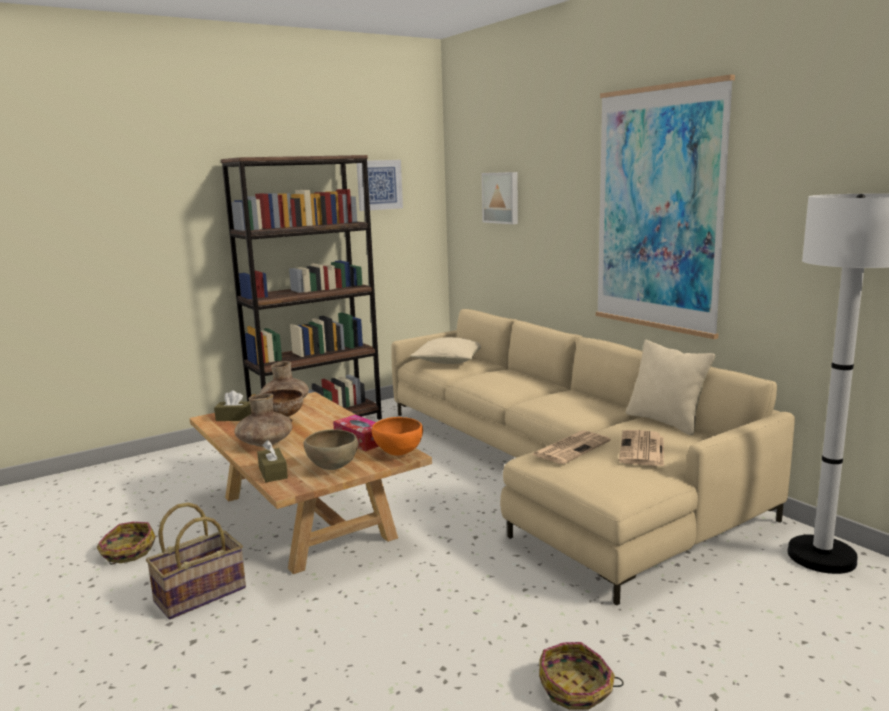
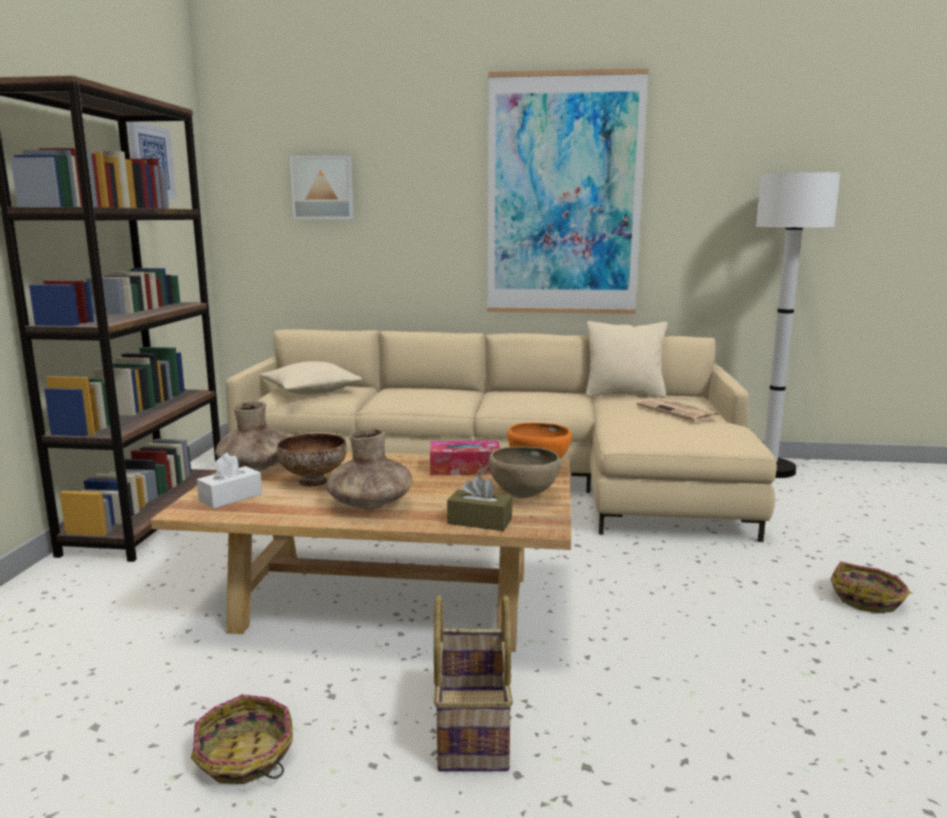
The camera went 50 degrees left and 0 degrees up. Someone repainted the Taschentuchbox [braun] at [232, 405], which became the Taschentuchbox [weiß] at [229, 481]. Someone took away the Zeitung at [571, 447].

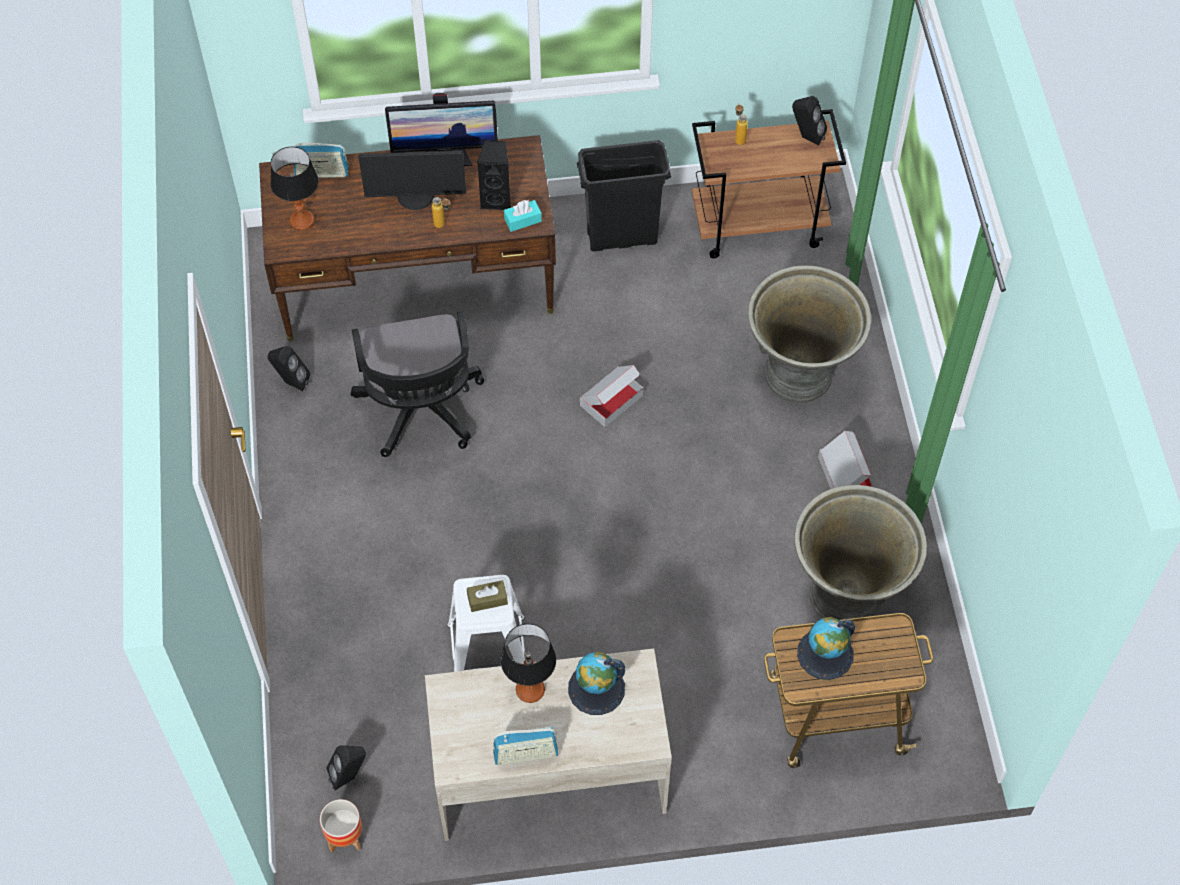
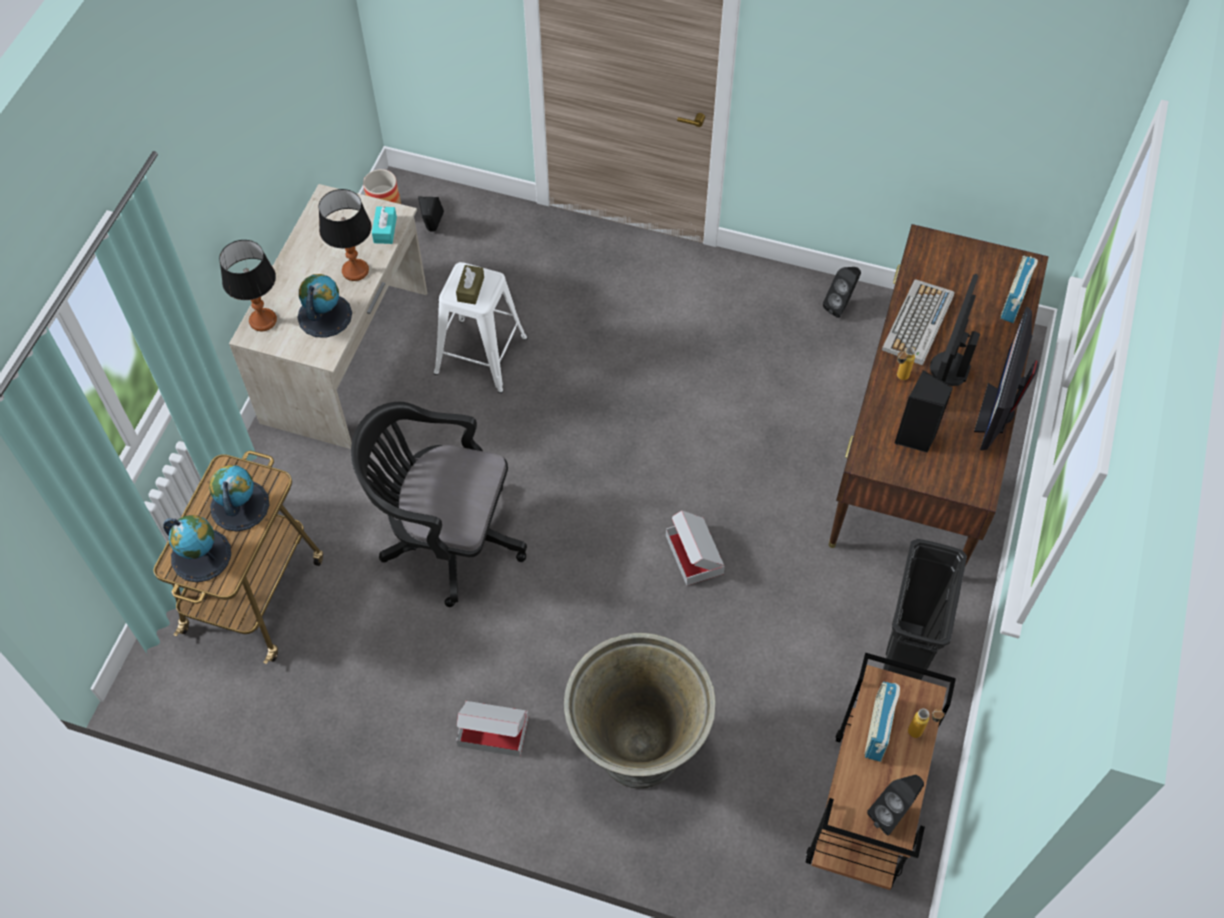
The camera went 115 degrees right and 0 degrees up. Someone carried the Tischlampe from [294, 189] to [248, 285]. Someone carried the Taschentuchbox [türkis] from [523, 216] to [384, 225]. Someone carried the Bürostuhl [schwarz] from [417, 384] to [439, 504]. Someone took away the Pflanzkübel [grau] at [860, 552]. Someone carried the Radio from [525, 746] to [882, 721]. Someone put down the Tastatur at [918, 322]. Someone put down the Globus at [197, 548].

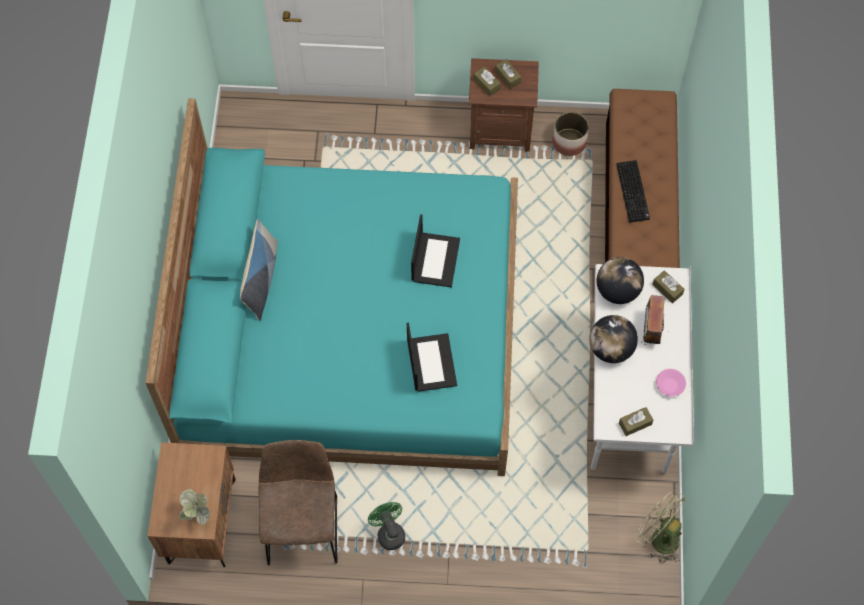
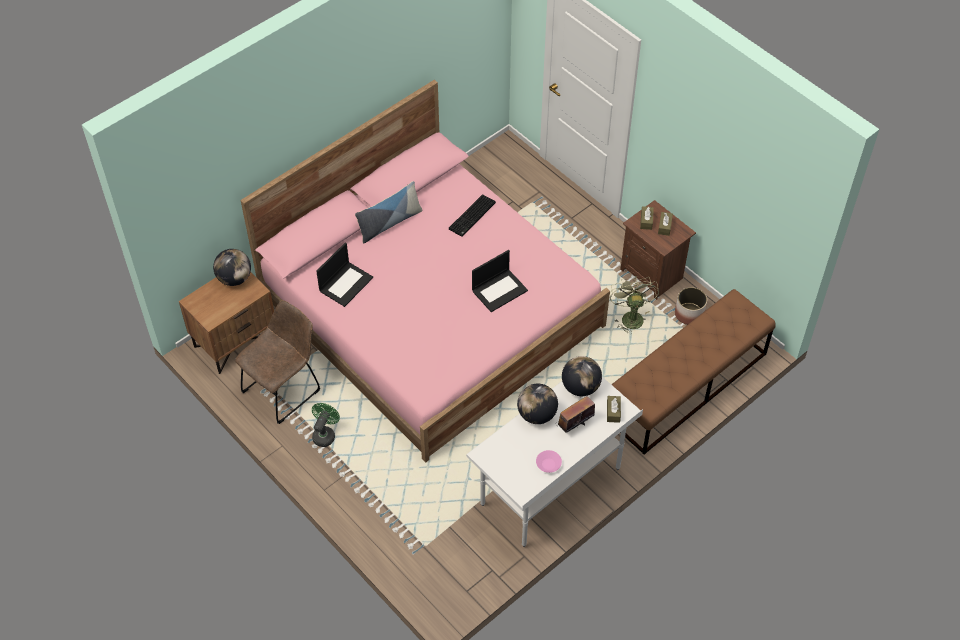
The camera went 45 degrees right and 10 degrees down. Someone repainted the Bett [türkis] at [331, 287], which became the Bett [rosa] at [425, 271]. Someone carried the Tastatur from [633, 191] to [472, 215]. Someone carried the Laptop from [432, 357] to [344, 274]. Someone took away the Taschentuchbox [braun] at [636, 421]. Someone took away the Topfpflanze at [194, 507]. Someone carried the Ventilator [grün] from [660, 526] to [634, 305]. Someone put down the Globus at [232, 267].

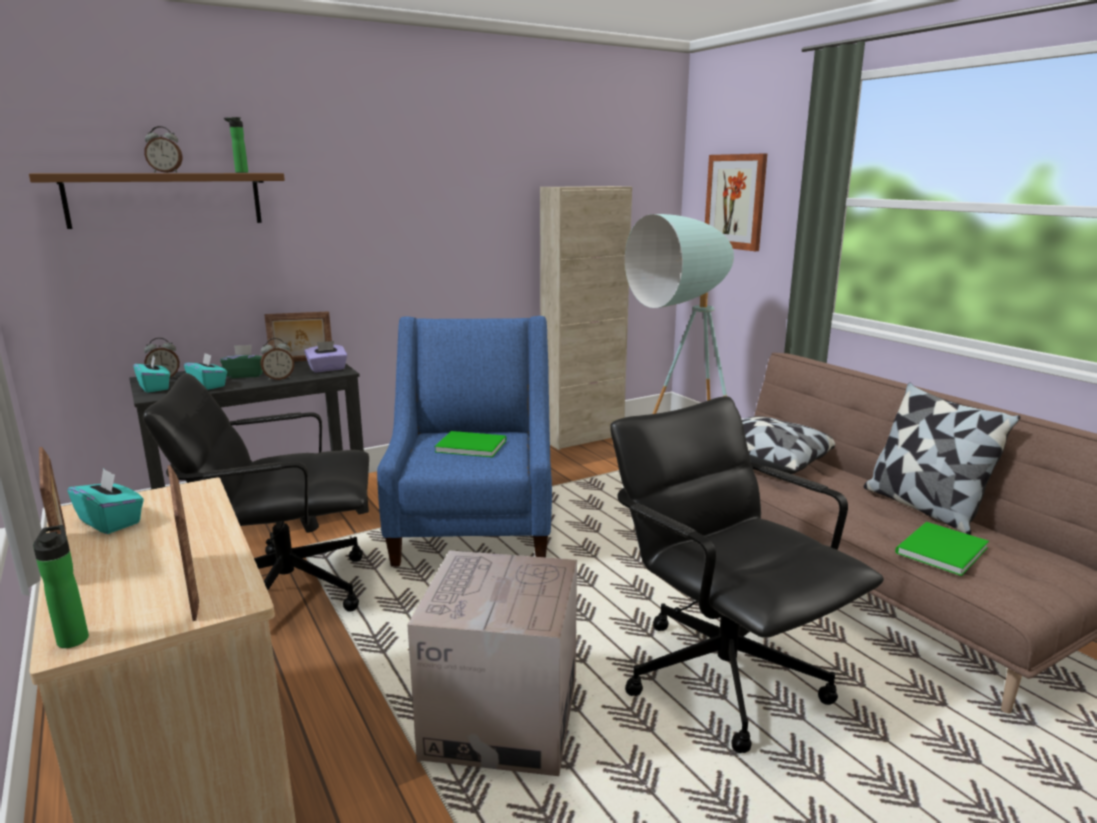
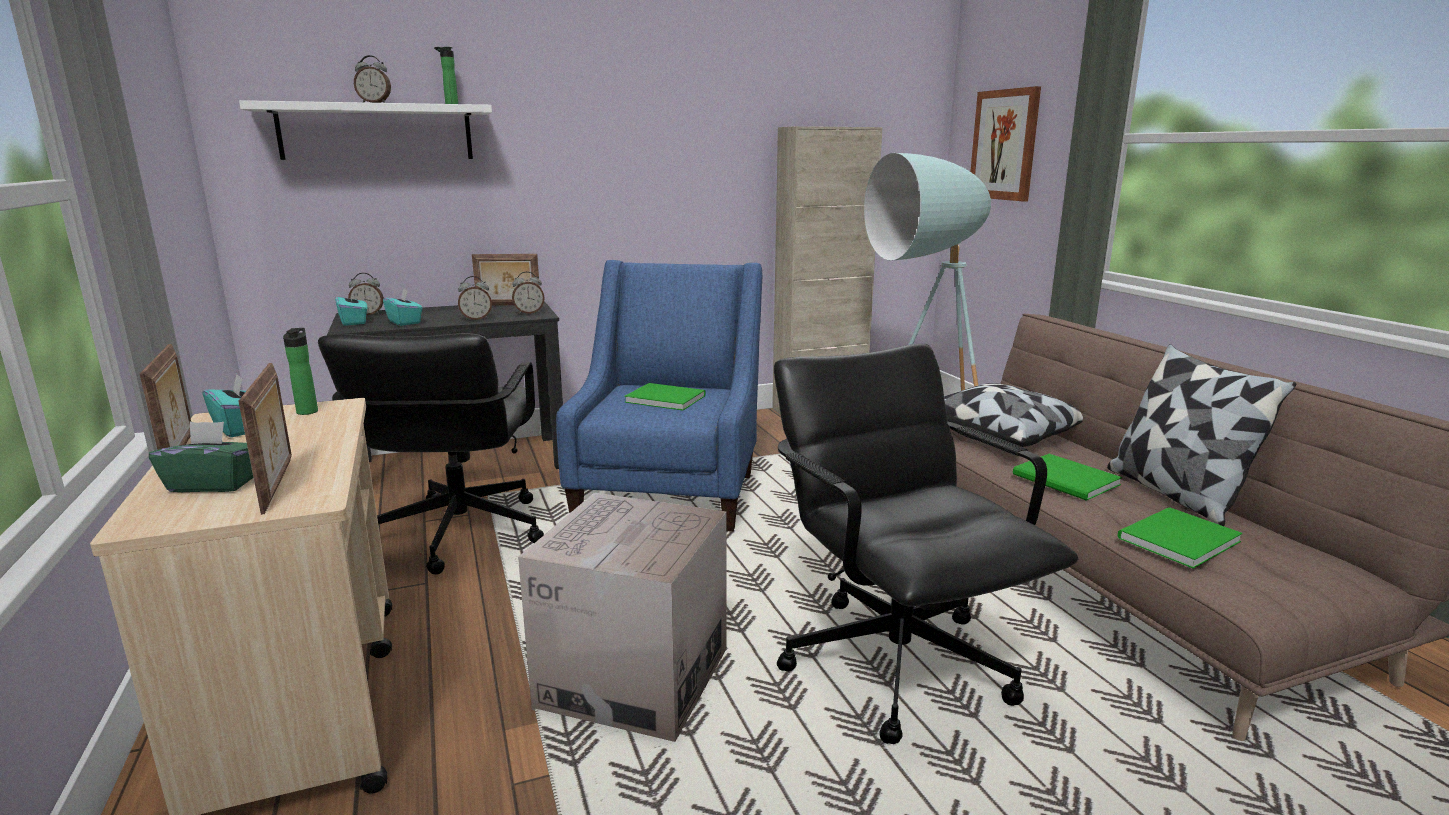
The camera went 10 degrees right and 0 degrees up. Someone repainted the Wandregal [braun] at [157, 201], which became the Wandregal [weiß] at [365, 130]. Someone swapped the Taschentuchbox [lila] at [325, 357] for the Wecker at [528, 293]. Someone carried the Taschentuchbox [grün] from [241, 361] to [201, 457]. Someone rotated the Bürostuhl [schwarz] at [256, 492] by 90 degrees counterclockwise. Someone carried the Flasche from [61, 586] to [300, 371]. Someone put down the Buch [grün] at [1067, 477].

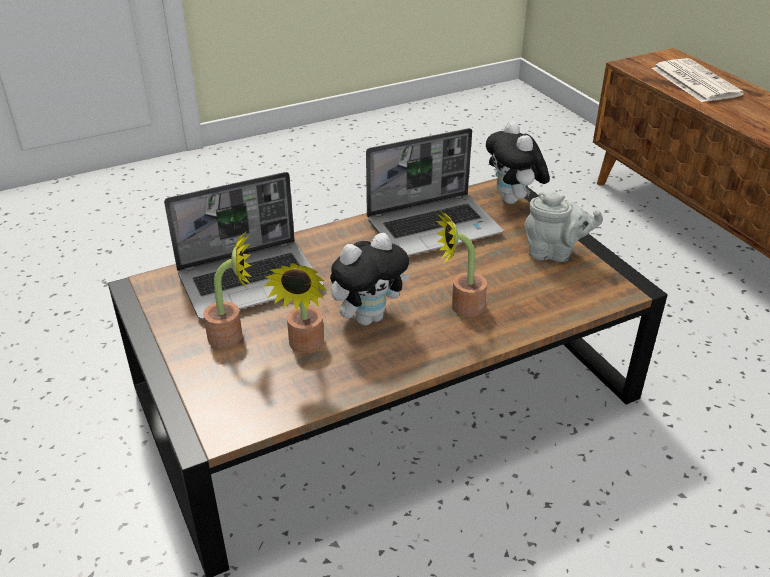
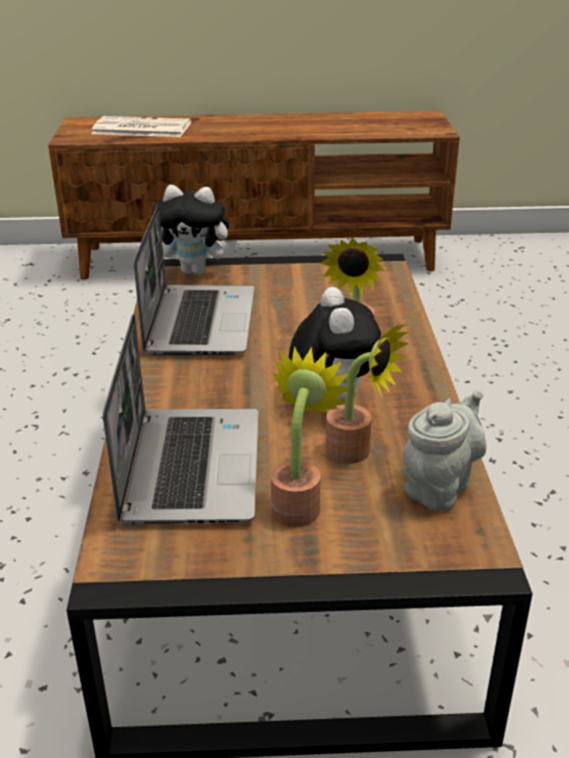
The camera went 65 degrees left and 5 degrees down. Someone carried the Teekanne [grau] from [564, 227] to [444, 450].

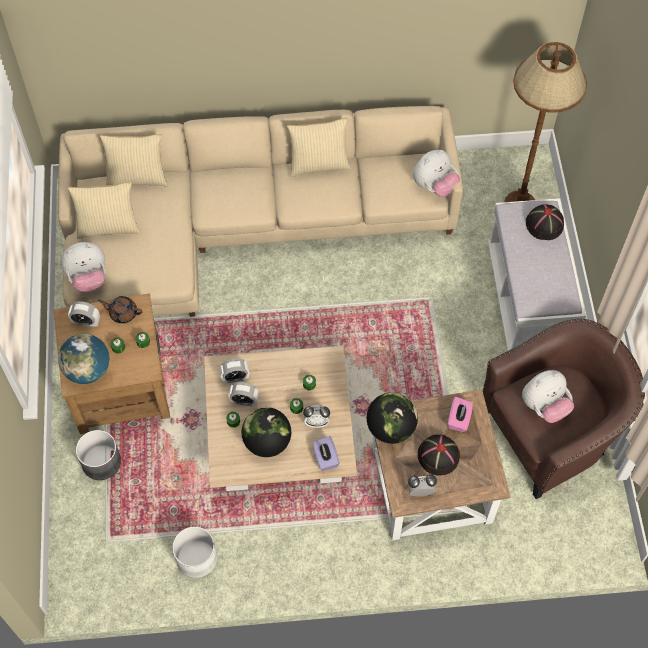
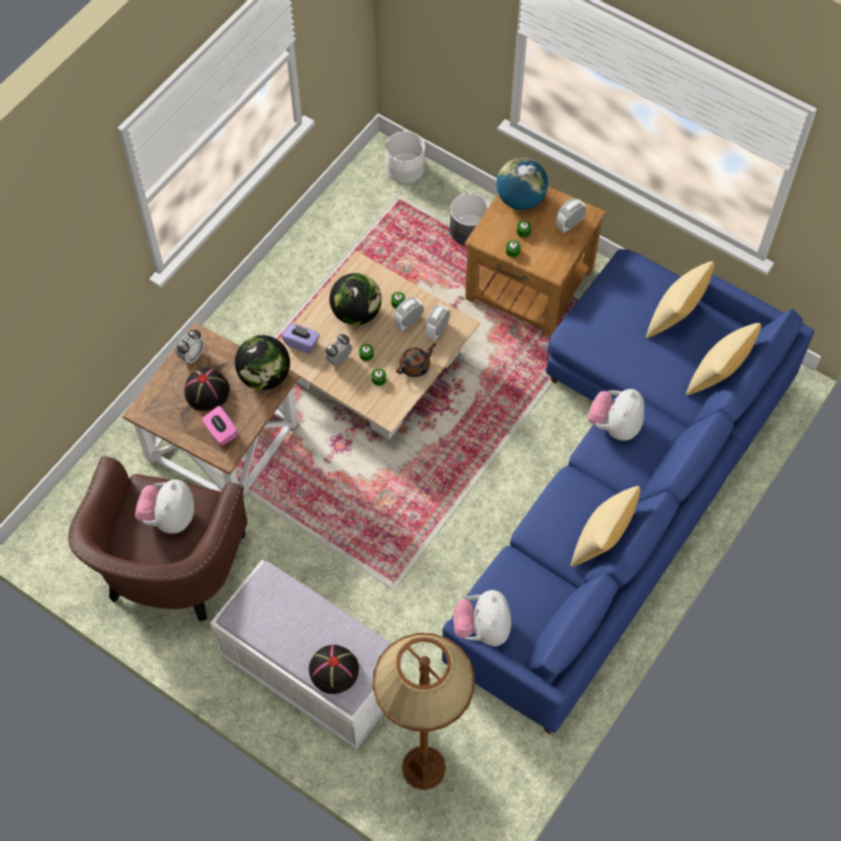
The camera went 130 degrees right and 0 degrees up. Someone repainted the Sofa [beige] at [260, 211], which became the Sofa [blau] at [628, 491]. Someone carried the Plüschtier from [82, 267] to [616, 415]. Someone carried the Teekanne [braun] from [120, 309] to [416, 360]. Someone carried the Pflanzkübel [weiß] from [194, 552] to [405, 157].

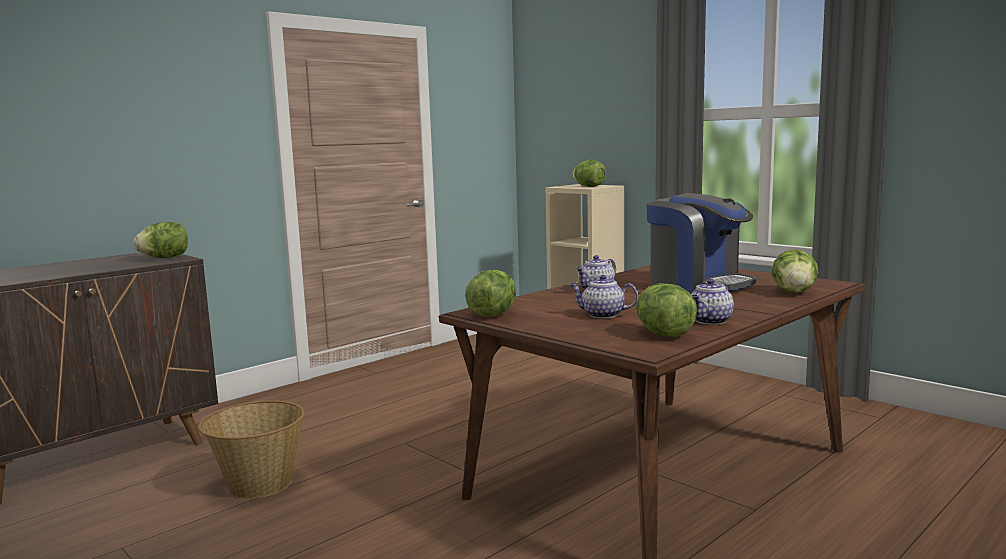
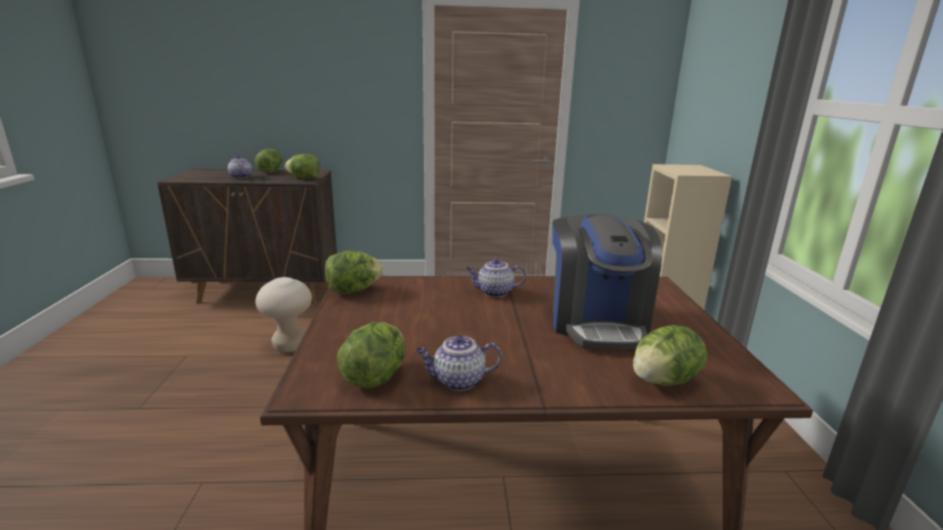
The camera went 40 degrees right and 10 degrees up. Someone carried the Salatkopf from [589, 173] to [268, 161]. Someone carried the Teekanne from [604, 296] to [240, 167]. Someone swapped the Korb at [251, 449] for the Hocker [beige] at [283, 315].

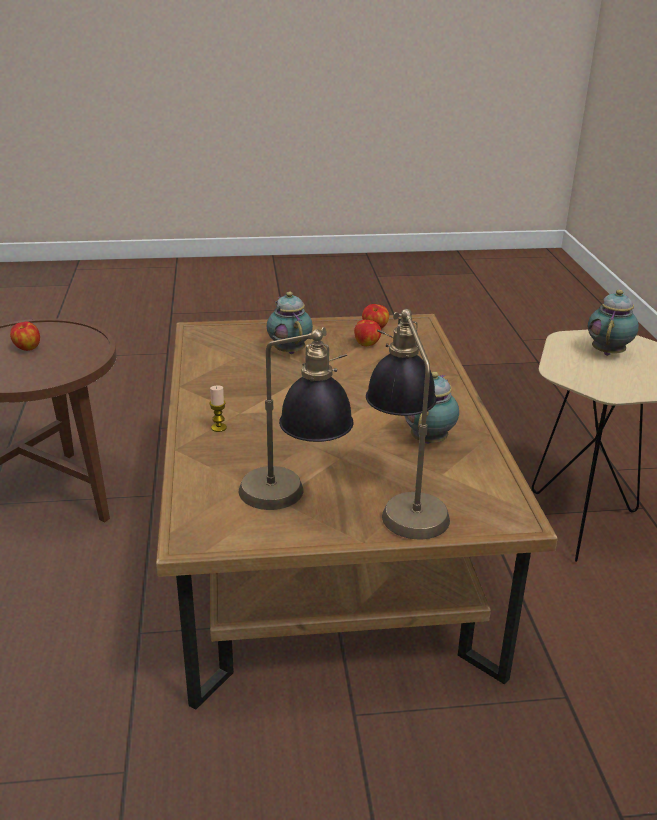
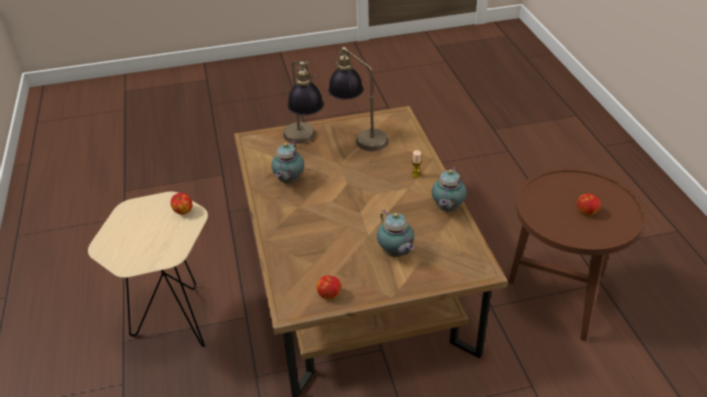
The camera went 175 degrees right and 10 degrees up. Someone carried the Teekanne from [613, 323] to [449, 189]. Someone carried the Apfel from [367, 333] to [181, 204].

